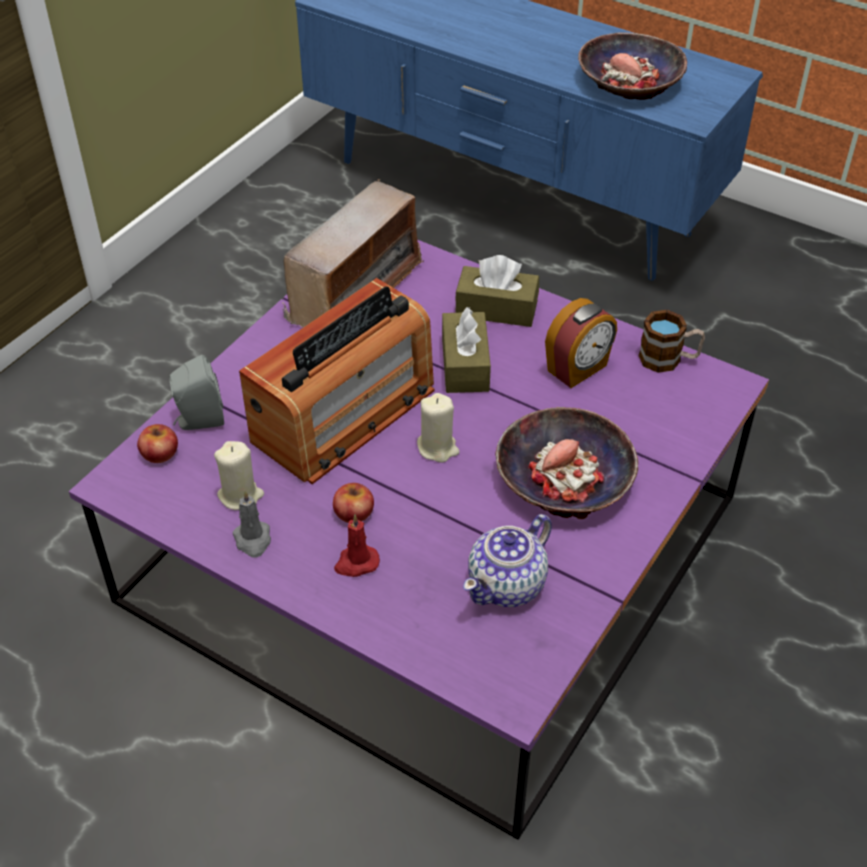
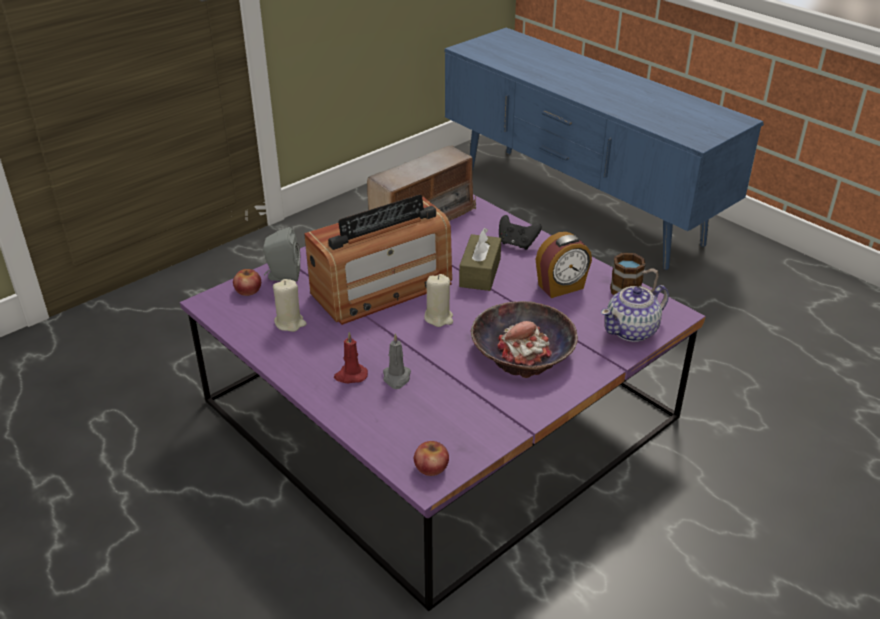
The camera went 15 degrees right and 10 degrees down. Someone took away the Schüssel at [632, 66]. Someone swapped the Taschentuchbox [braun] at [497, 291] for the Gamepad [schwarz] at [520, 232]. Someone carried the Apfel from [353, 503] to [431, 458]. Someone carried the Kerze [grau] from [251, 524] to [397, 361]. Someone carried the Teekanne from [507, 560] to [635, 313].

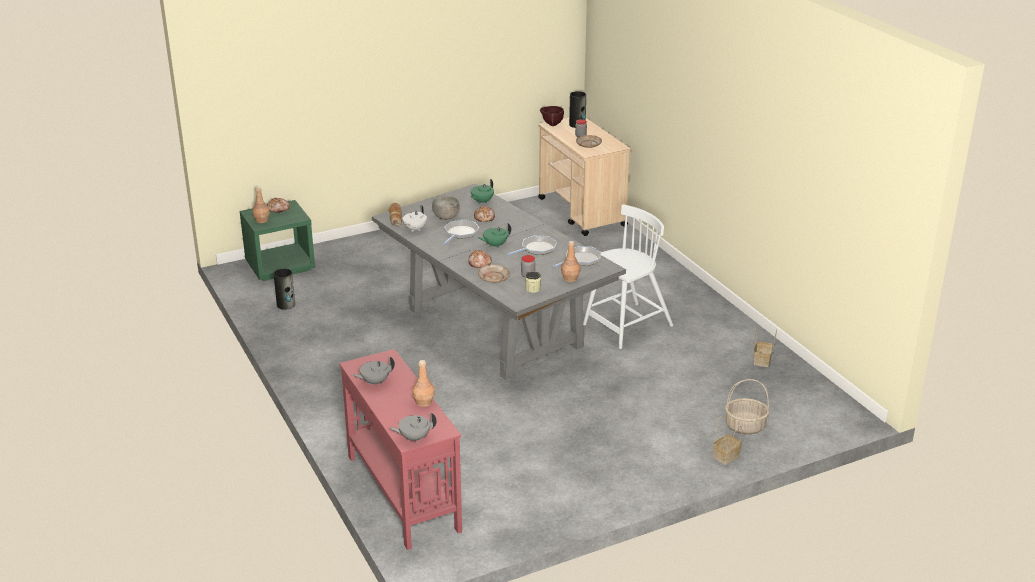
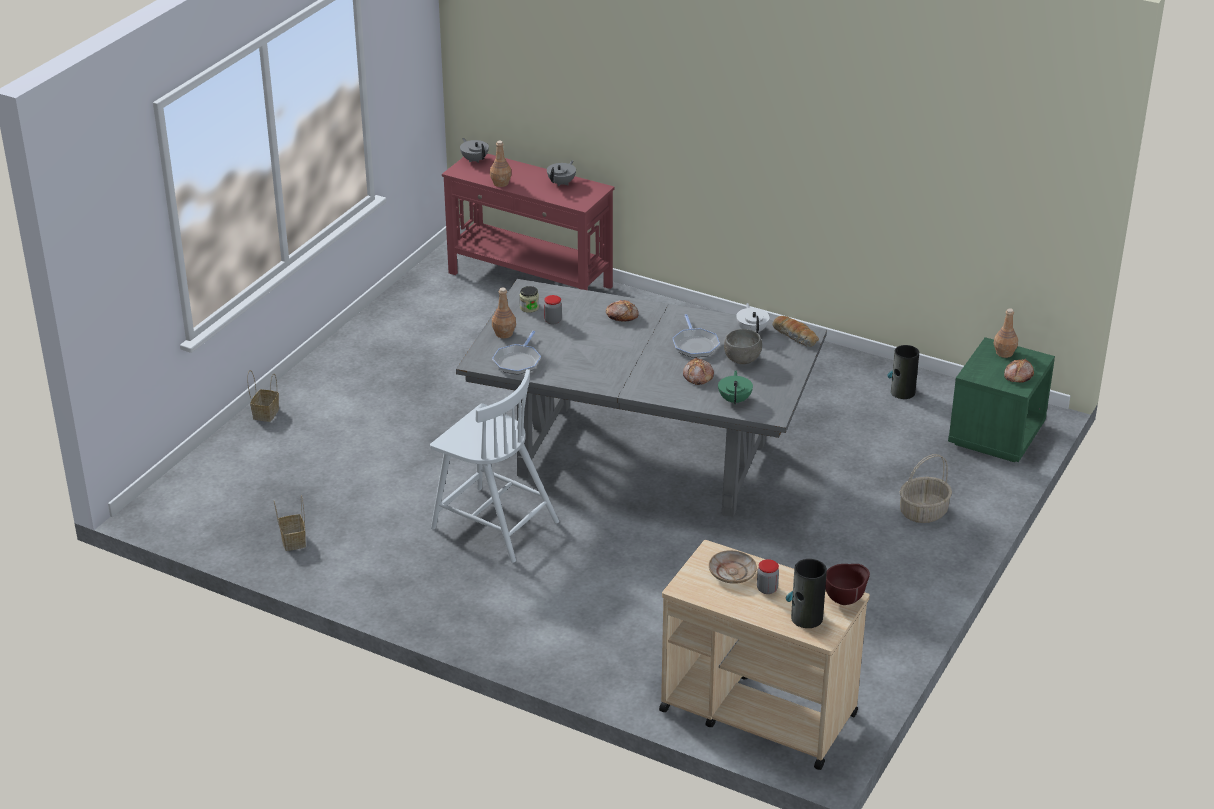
The camera went 145 degrees right and 5 degrees up. Someone rotated the Stuhl [weiß] at [628, 276] by 75 degrees counterclockwise. Someone took away the Teekanne [grün] at [494, 235]. Someone took away the Pfanne at [532, 245]. Someone took away the Teller [beige] at [494, 274]. Someone carried the Korb from [747, 406] to [926, 488]. Someone rotated the Teekanne [grau] at [413, 428] by 75 degrees counterclockwise.

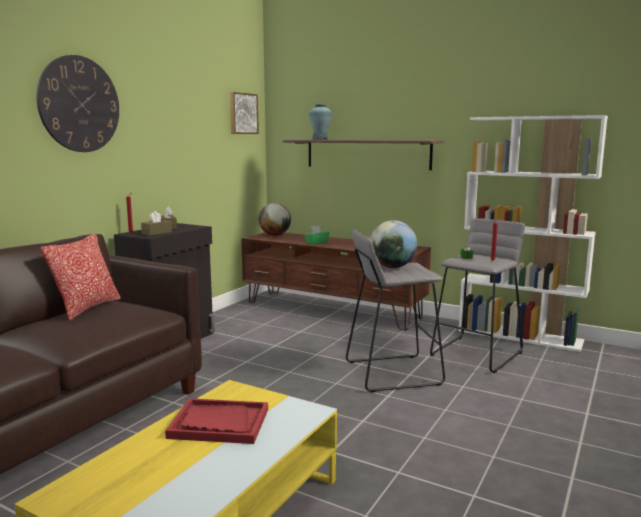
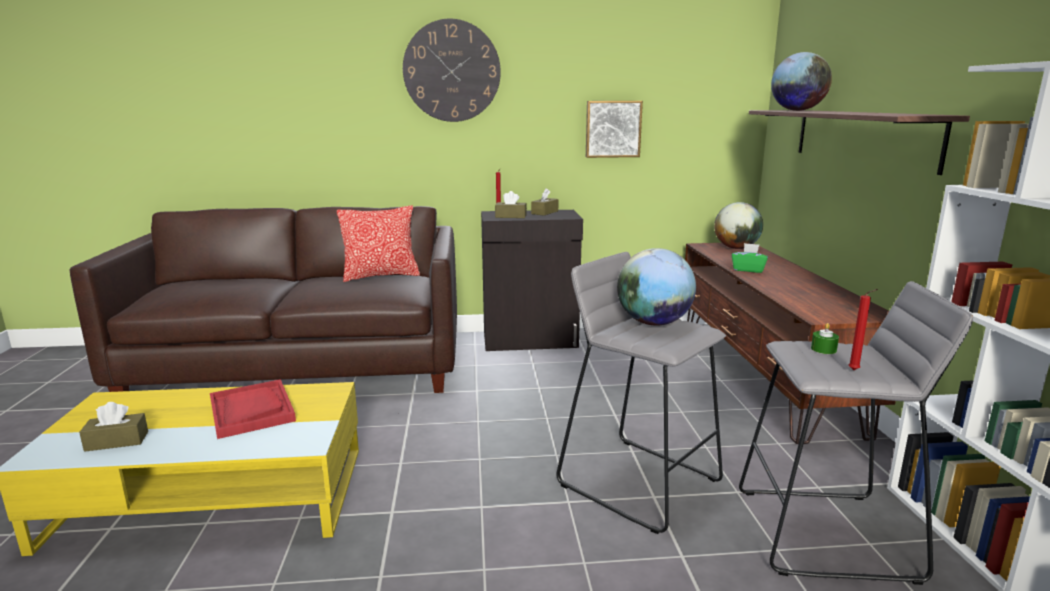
The camera went 55 degrees right and 5 degrees up. Someone carried the Bild from [244, 113] to [614, 129]. Someone swapped the Vase [türkis] at [320, 122] for the Globus at [801, 81]. Someone put down the Taschentuchbox [braun] at [113, 427].

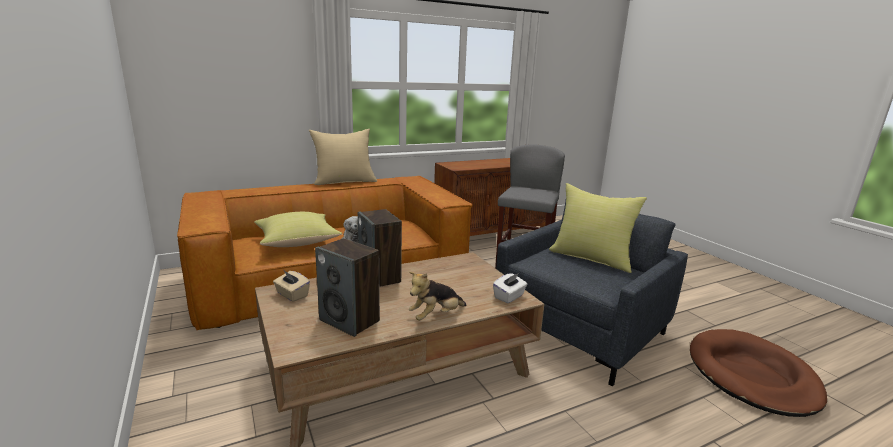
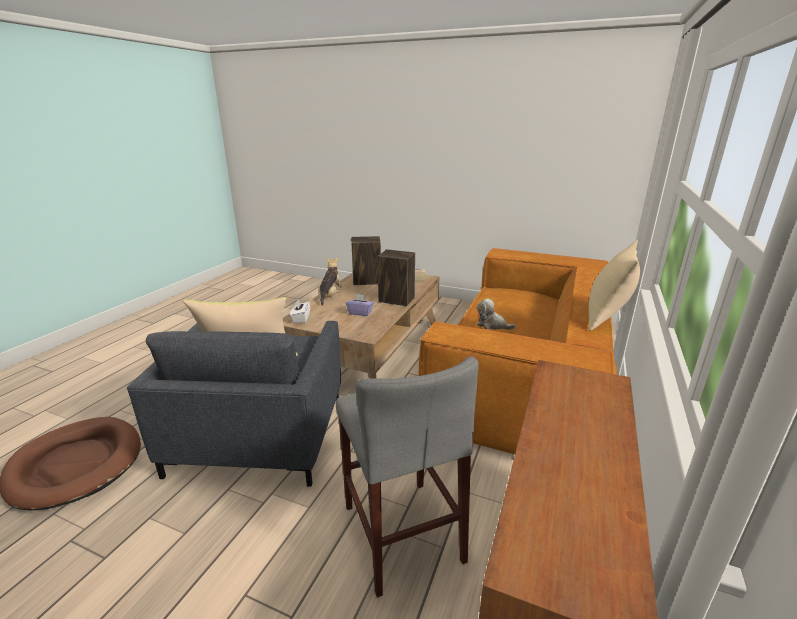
The camera went 140 degrees right and 5 degrees up. Someone took away the Kissen [gelb] at [298, 229]. Someone put down the Taschentuchbox [lila] at [360, 305].

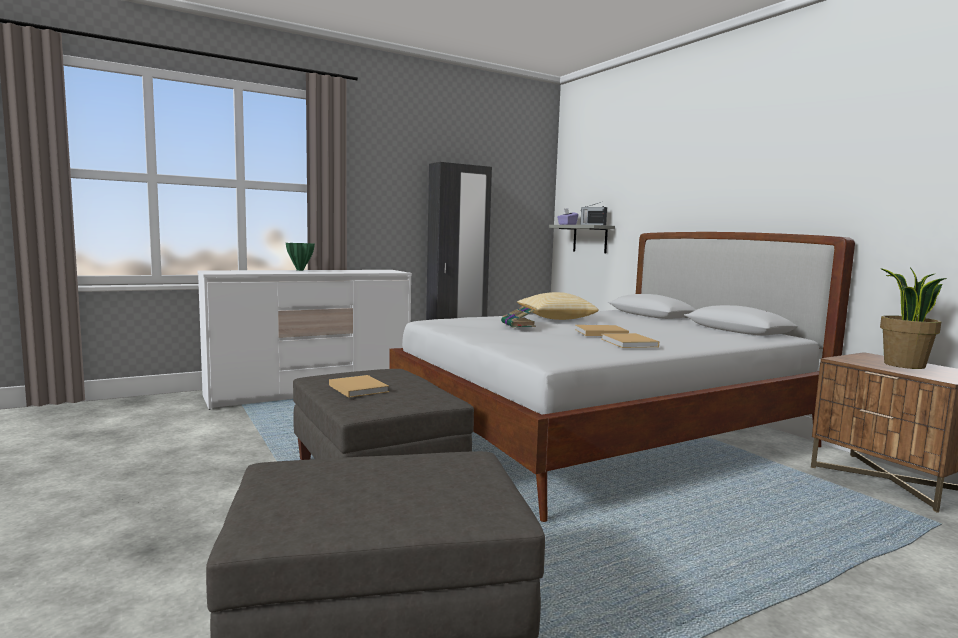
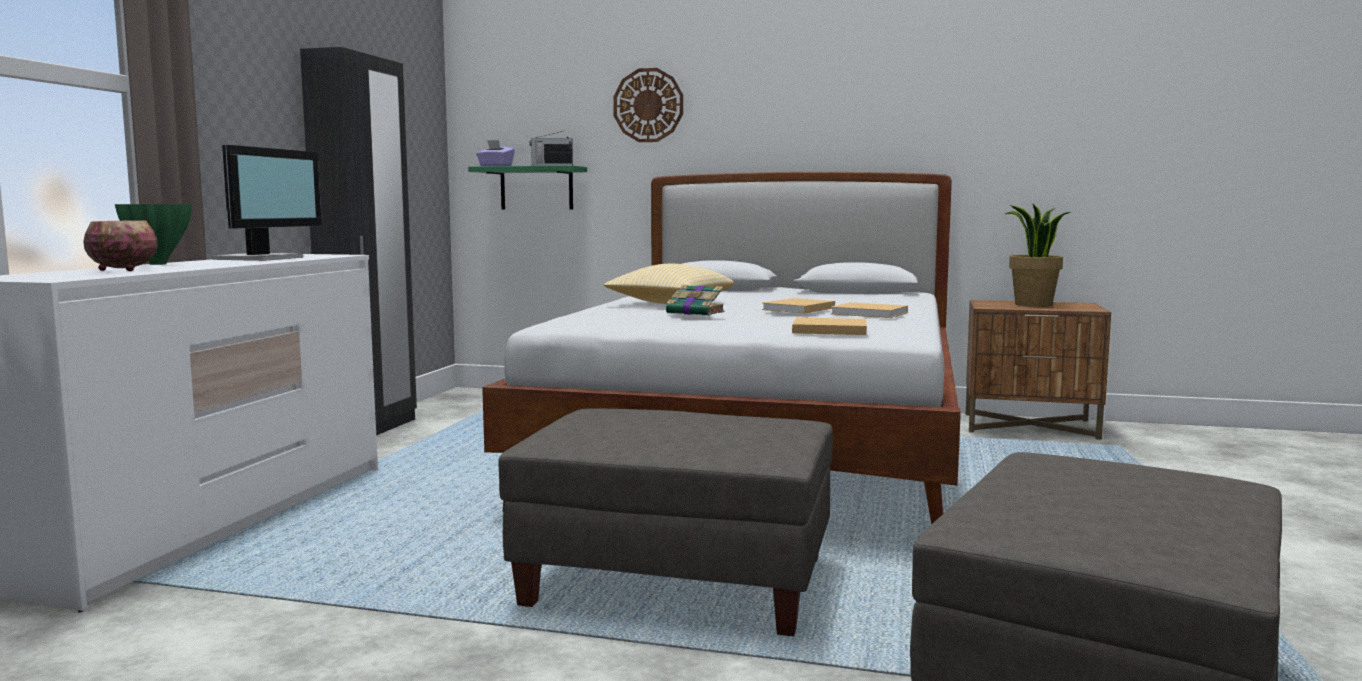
The camera went 45 degrees left and 0 degrees up. Someone repainted the Wandregal [grau] at [582, 239], which became the Wandregal [grün] at [527, 187]. Someone carried the Buch [beige] from [359, 386] to [829, 326]. Someone put up the Wanduhr at [648, 105]. Someone put down the Monitor at [267, 203]. Someone put down the Schüssel at [120, 245].

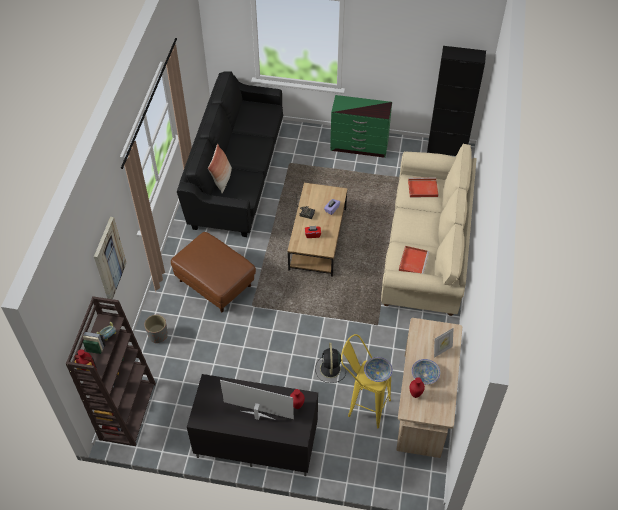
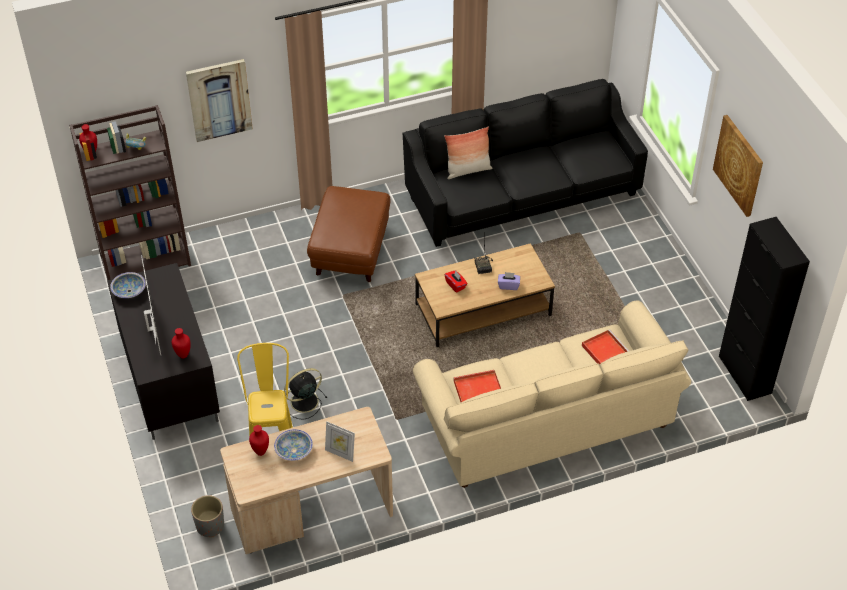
The camera went 60 degrees right and 5 degrees down. Someone took away the Kommode [grün] at [361, 126]. Someone carried the Pflanzkübel [grau] from [156, 329] to [207, 516]. Someone carried the Schüssel from [378, 369] to [128, 285]. Someone put up the Bild at [738, 166].

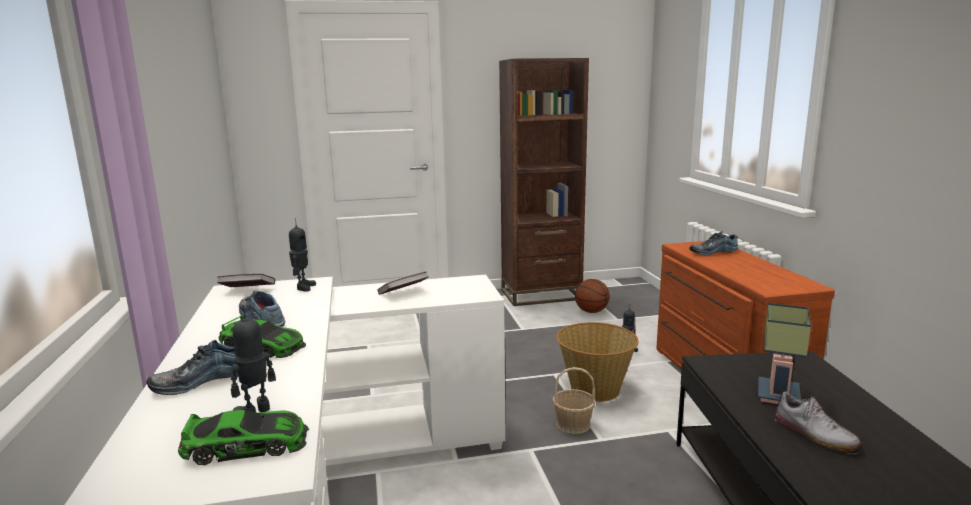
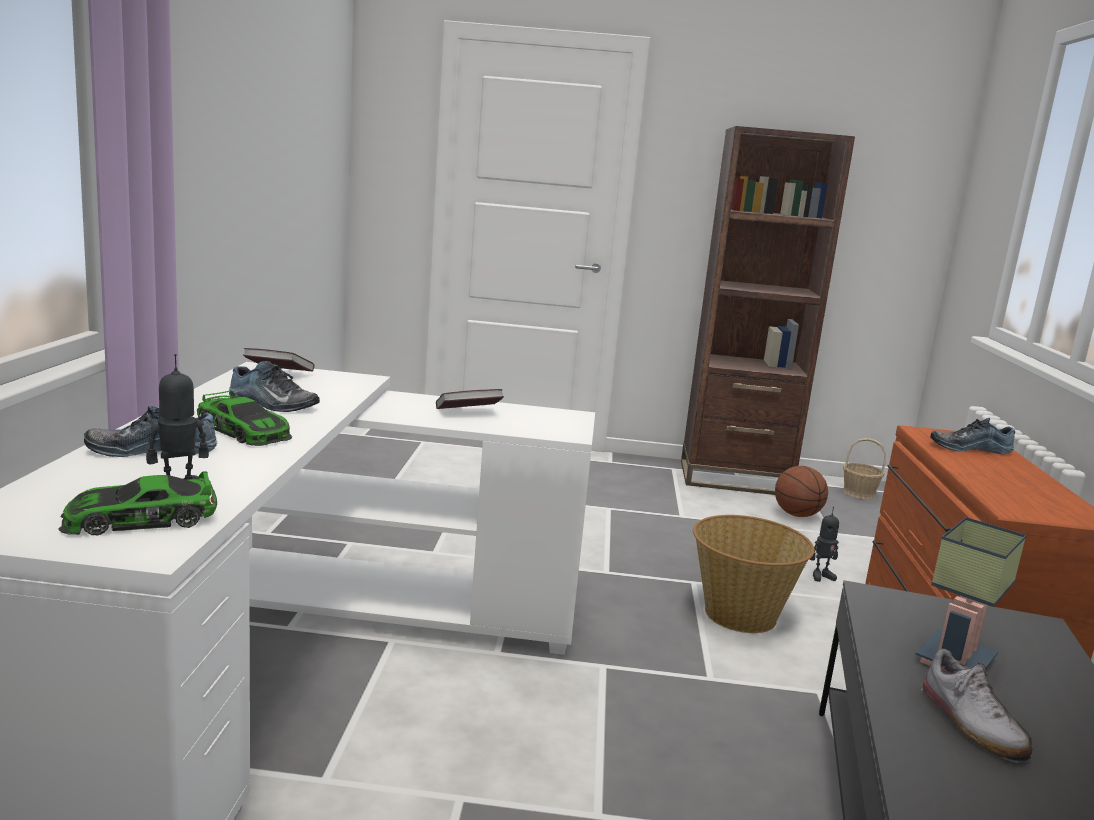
The camera went 15 degrees right and 0 degrees up. Someone took away the Spielzeugroboter at [302, 255]. Someone rotated the Schuh at [262, 309] by 135 degrees clockwise. Someone carried the Korb from [574, 400] to [864, 468]. Someone rotated the Spielzeugauto at [243, 437] by 150 degrees clockwise.

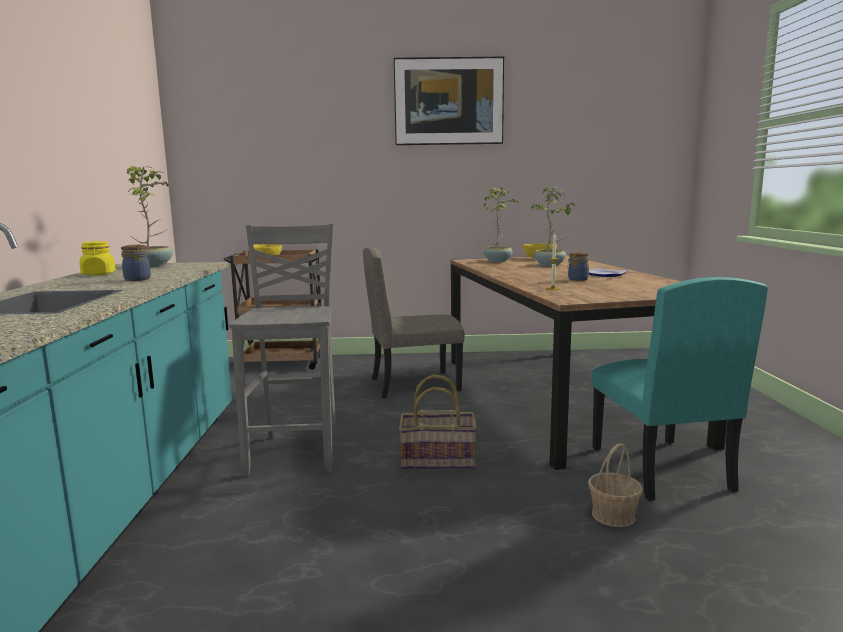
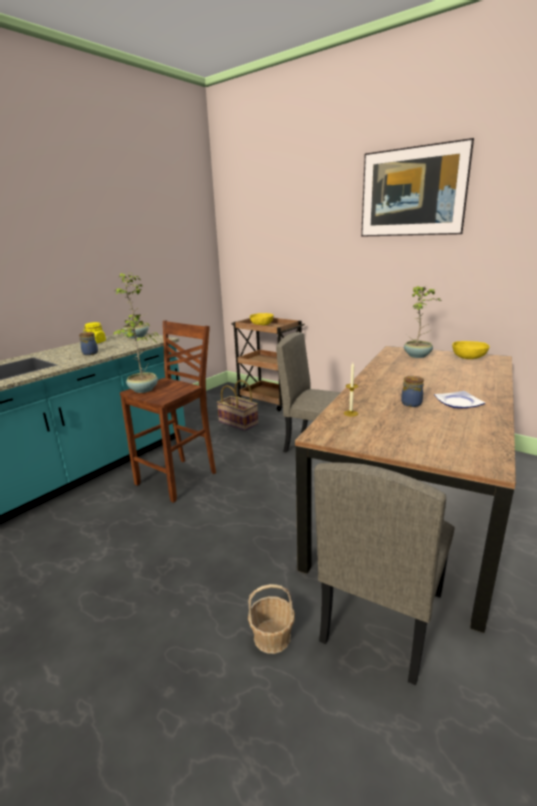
The camera went 40 degrees right and 10 degrees up. Someone carried the Topfpflanze from [553, 226] to [136, 353]. Someone repainted the Hocker [grau] at [282, 350], which became the Hocker [braun] at [168, 411]. Someone repainted the Stuhl [türkis] at [680, 389], which became the Stuhl [beige] at [384, 574]. Someone carried the Korb from [438, 422] to [237, 405].

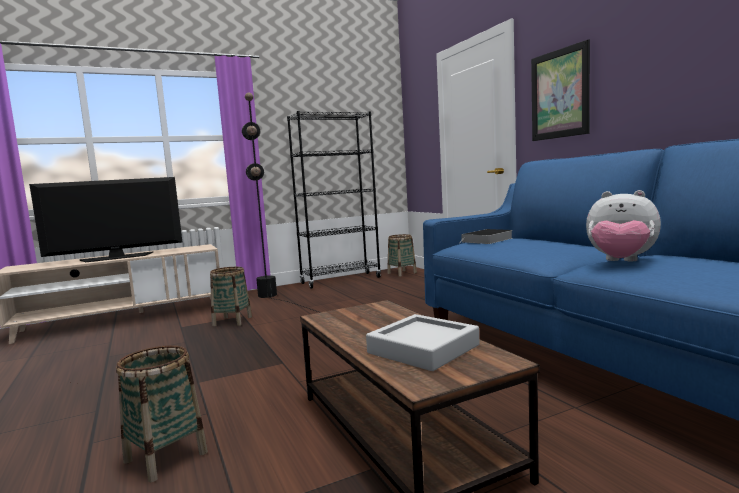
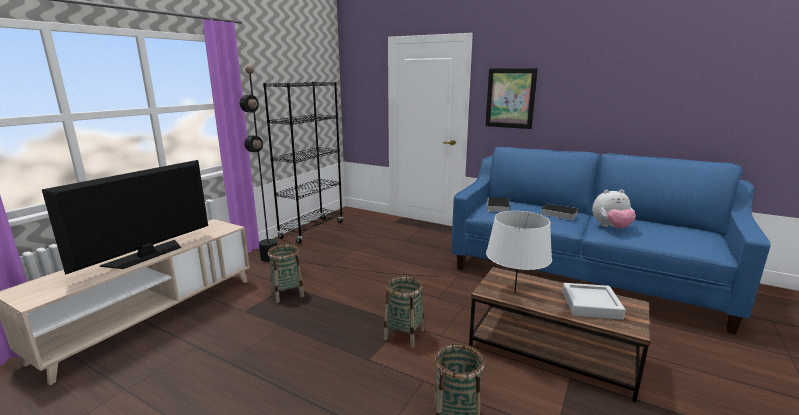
The camera went 35 degrees left and 10 degrees up. Someone carried the Korb from [402, 255] to [403, 312]. Someone put down the Buch at [560, 211]. Someone put down the Tischlampe [weiß] at [519, 252].

